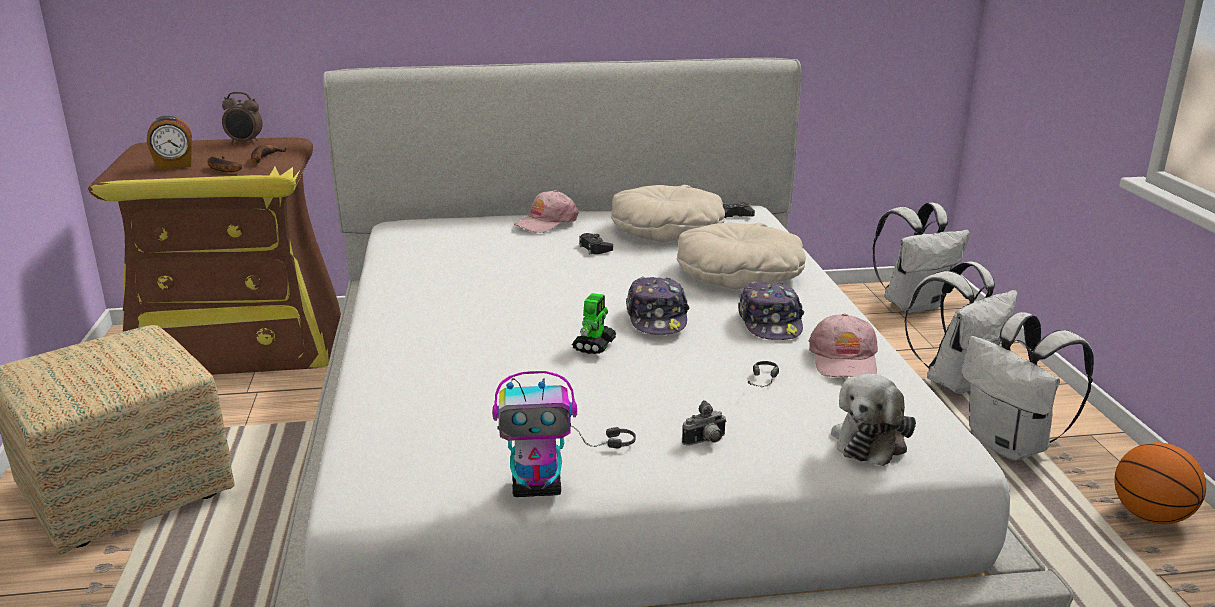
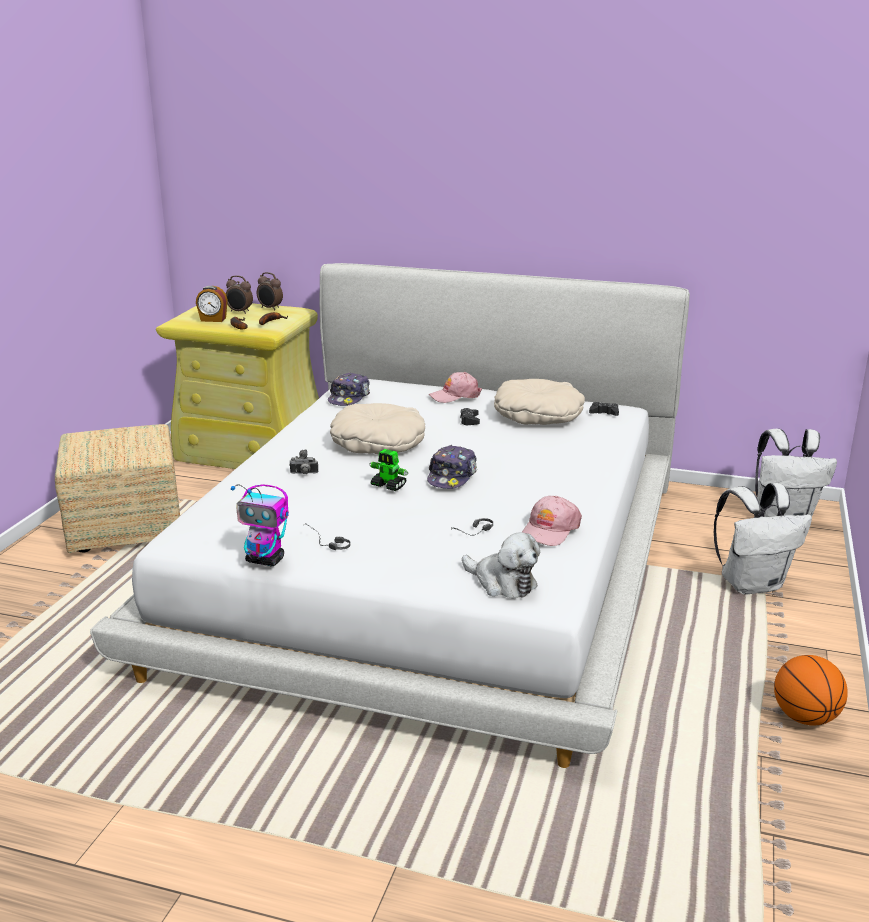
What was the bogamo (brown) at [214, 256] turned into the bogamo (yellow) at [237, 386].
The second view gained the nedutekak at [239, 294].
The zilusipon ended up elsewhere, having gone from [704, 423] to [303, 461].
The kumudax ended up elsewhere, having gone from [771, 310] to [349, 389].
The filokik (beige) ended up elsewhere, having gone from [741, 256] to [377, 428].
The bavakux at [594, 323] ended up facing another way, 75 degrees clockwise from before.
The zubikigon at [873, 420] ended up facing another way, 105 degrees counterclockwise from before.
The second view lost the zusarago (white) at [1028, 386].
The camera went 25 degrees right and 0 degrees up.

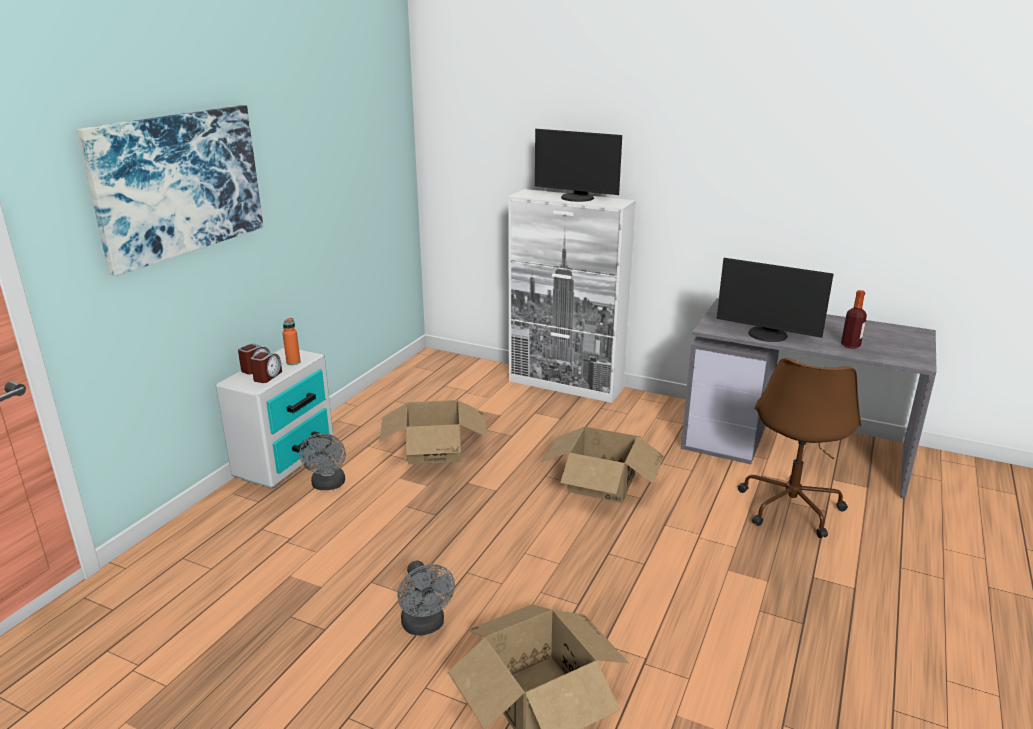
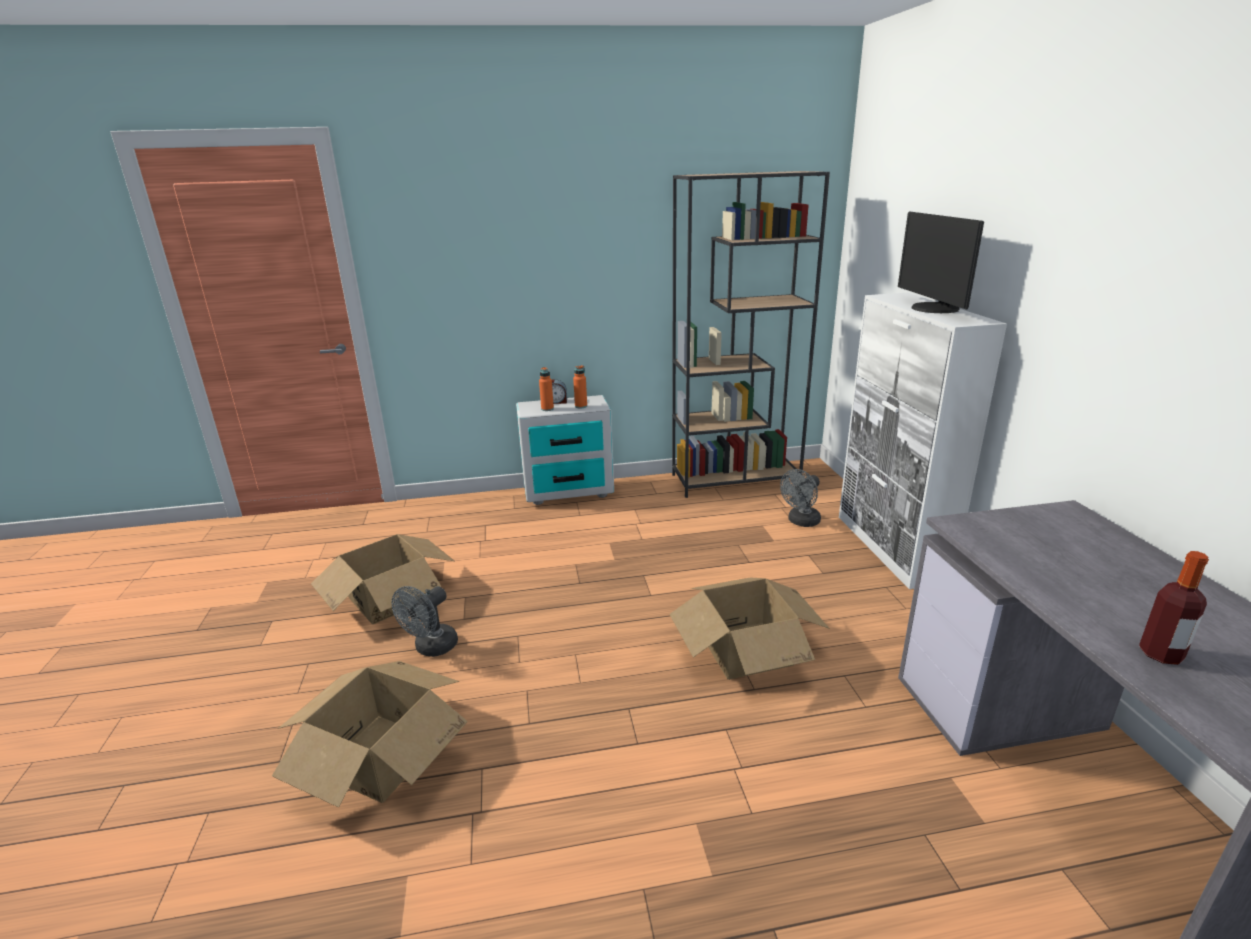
The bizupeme ended up elsewhere, having gone from [433, 432] to [382, 579].
Where the nedutekak stood at [266, 367], the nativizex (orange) came to stand at [546, 389].
The second view gained the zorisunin at [751, 334].
The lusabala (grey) ended up elsewhere, having gone from [322, 461] to [800, 498].
The second view lost the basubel at [170, 190].
The second view lost the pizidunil at [775, 300].
The second view lost the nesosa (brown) at [799, 448].
The camera went 55 degrees right and 0 degrees up.

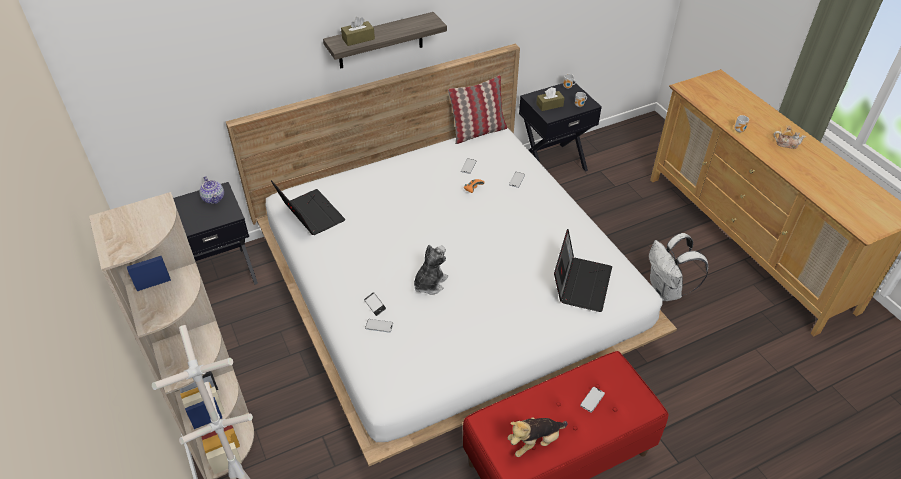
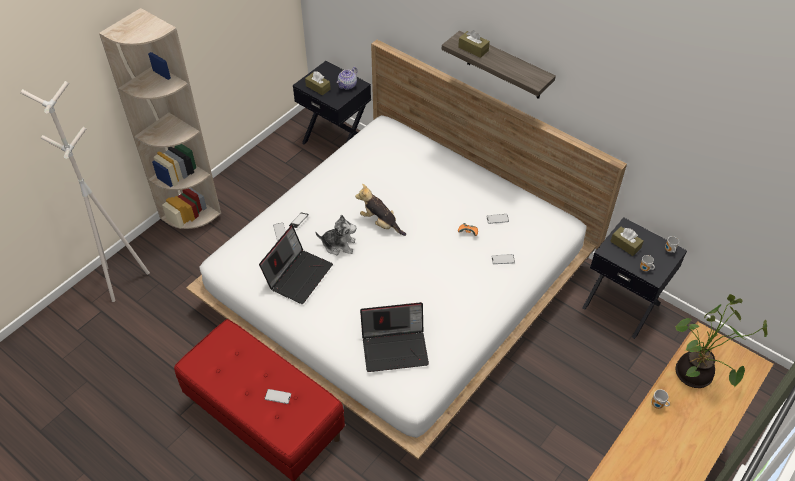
The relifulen ended up elsewhere, having gone from [308, 207] to [296, 264].
The second view gained the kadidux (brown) at [318, 83].
The zubikigon ended up elsewhere, having gone from [538, 437] to [380, 210].
The second view gained the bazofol at [721, 341].
The second view lost the filokik at [477, 109].
The second view lost the zusarago (white) at [678, 267].
The second view lost the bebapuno at [790, 137].
The camera went 65 degrees right and 5 degrees up.

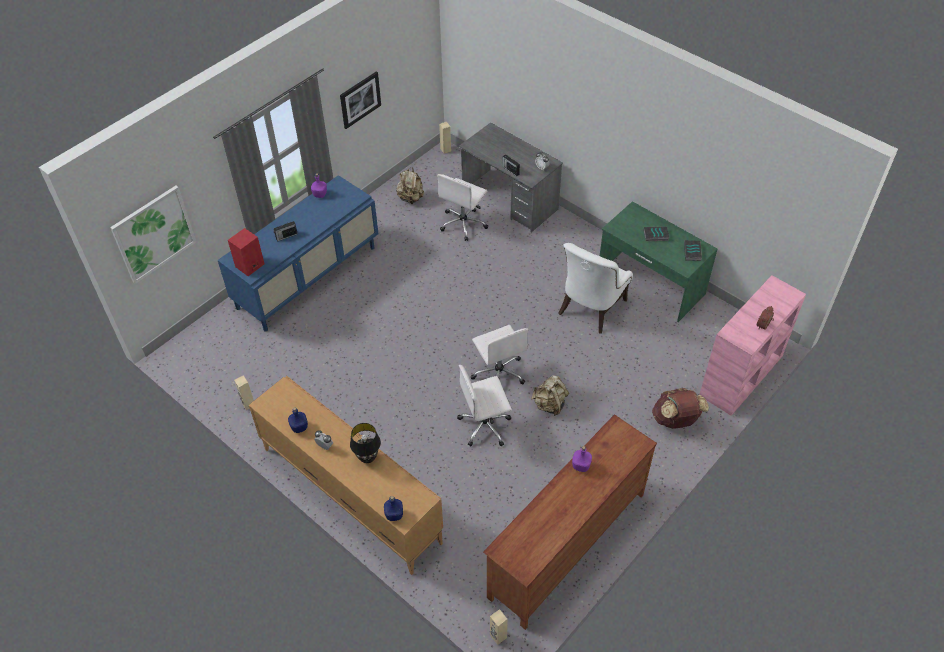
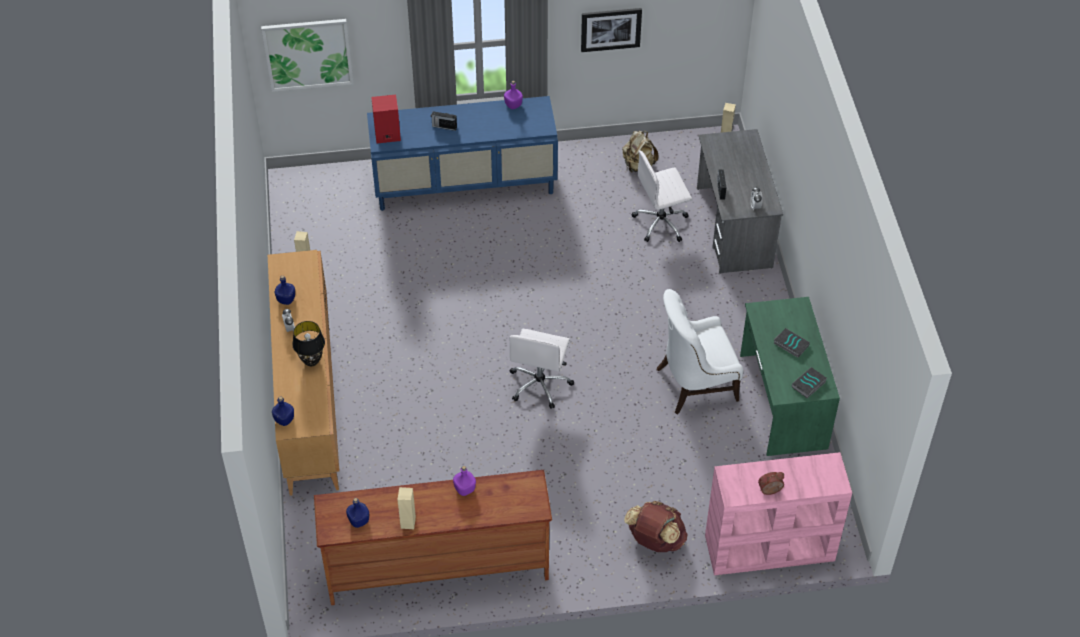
The second view gained the nativizex (blue) at [357, 513].
The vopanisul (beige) ended up elsewhere, having gone from [499, 627] to [406, 508].
The second view lost the nesosa (white) at [484, 405].
The second view lost the zusarago (beige) at [550, 395].
The camera went 40 degrees right and 0 degrees up.

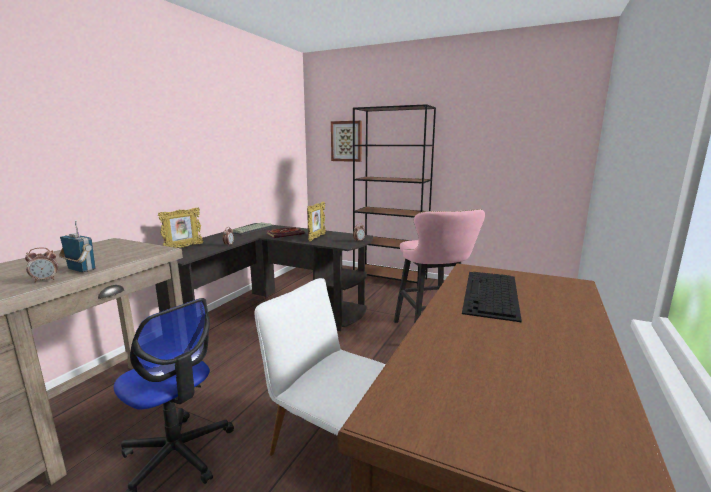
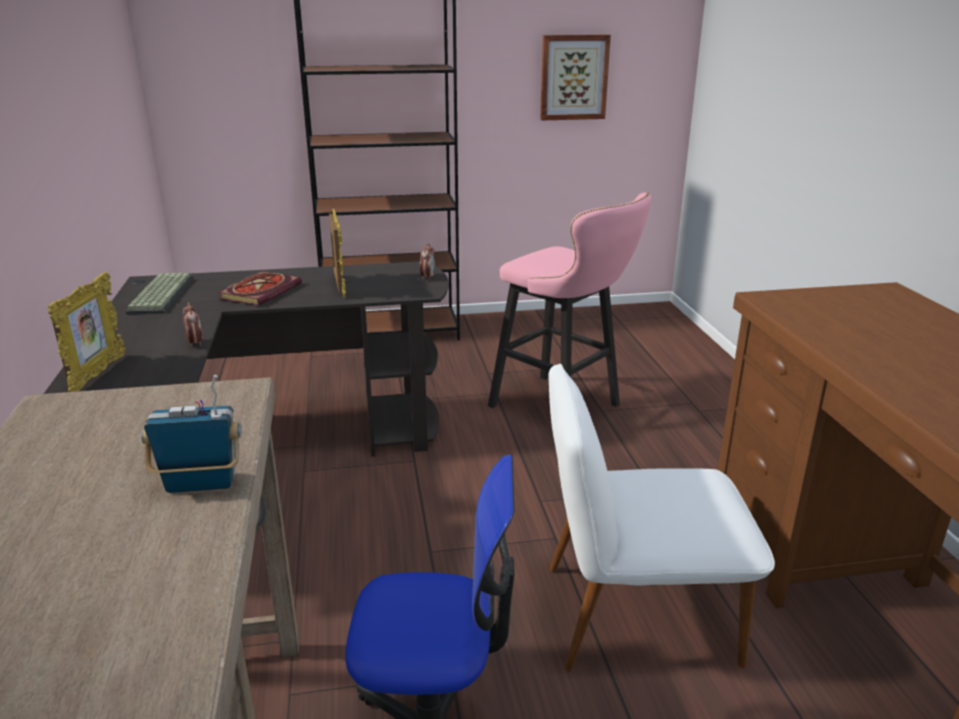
The basubel ended up elsewhere, having gone from [346, 141] to [575, 77].
The second view lost the nedutekak at [41, 265].
The second view lost the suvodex at [492, 297].
The camera went 35 degrees left and 10 degrees up.

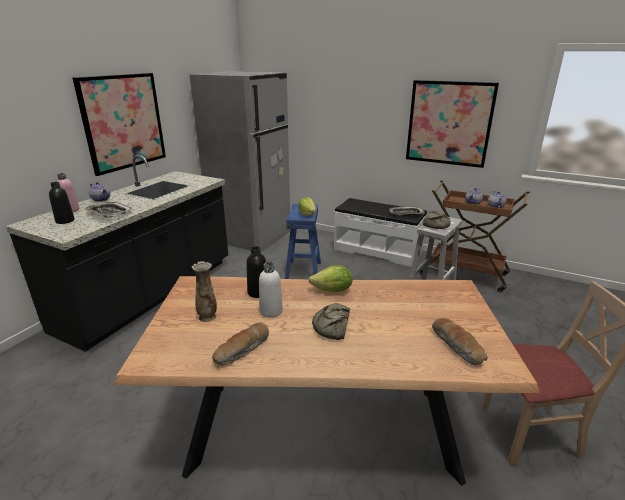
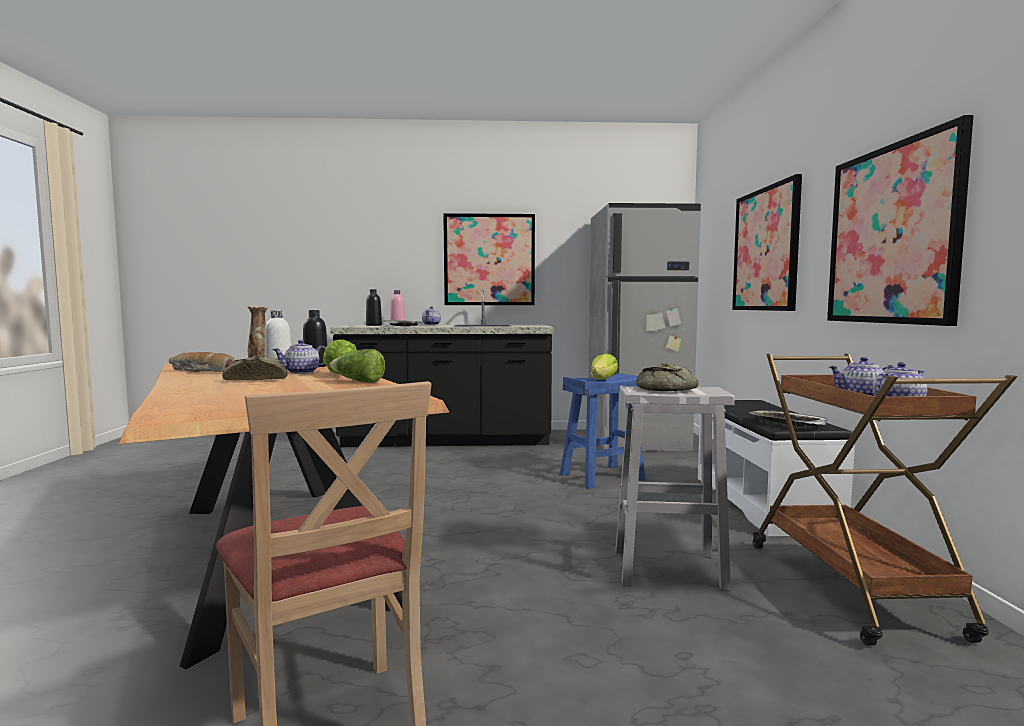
The second view gained the bebapuno at [299, 357].
The second view gained the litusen at [357, 366].
The second view gained the basubel at [767, 242].
The second view lost the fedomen at [460, 342].
The camera went 60 degrees right and 20 degrees down.

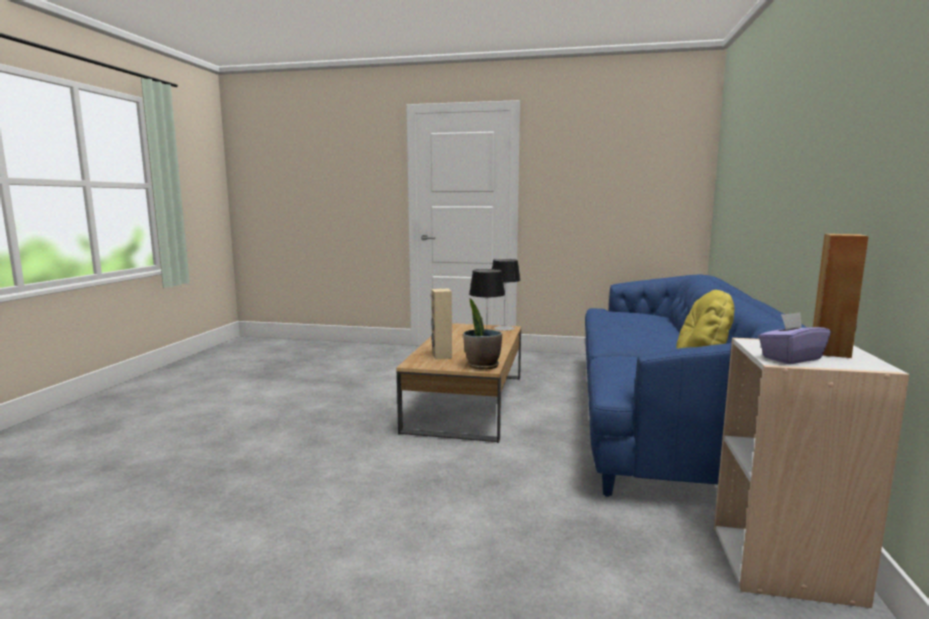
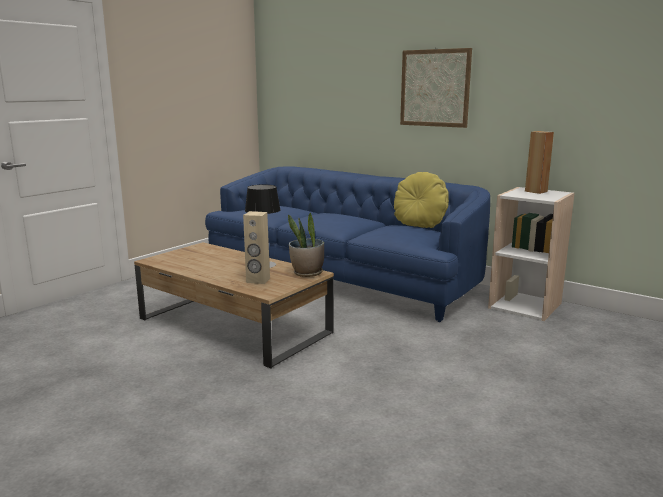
The second view gained the basubel at [436, 87].
The second view lost the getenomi at [506, 295].
The second view lost the kadidux (purple) at [794, 338].
The camera went 65 degrees left and 5 degrees up.

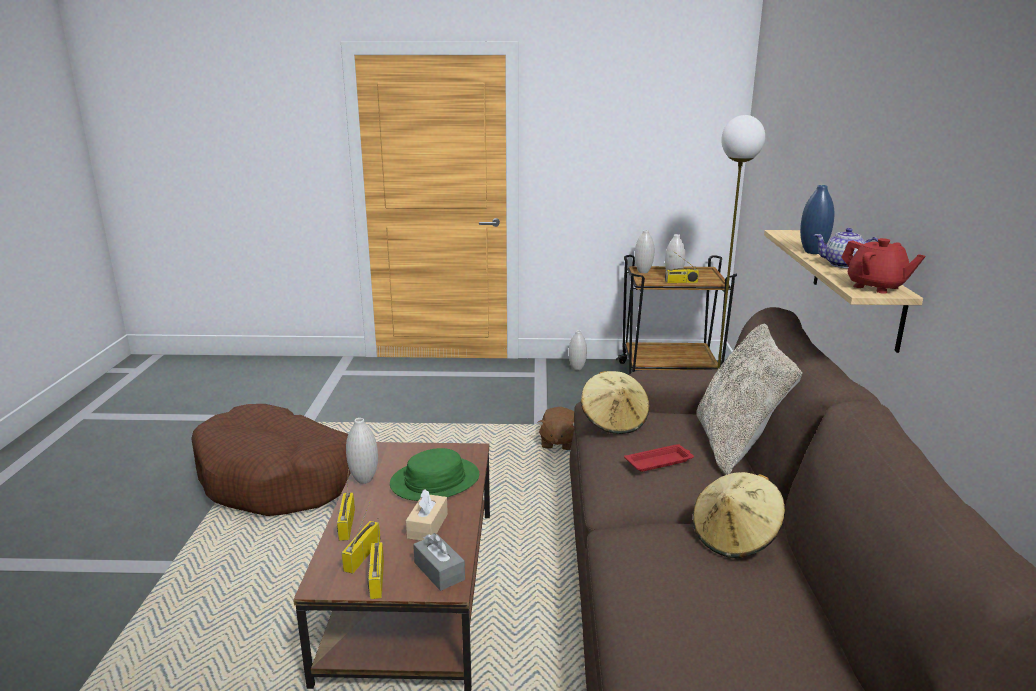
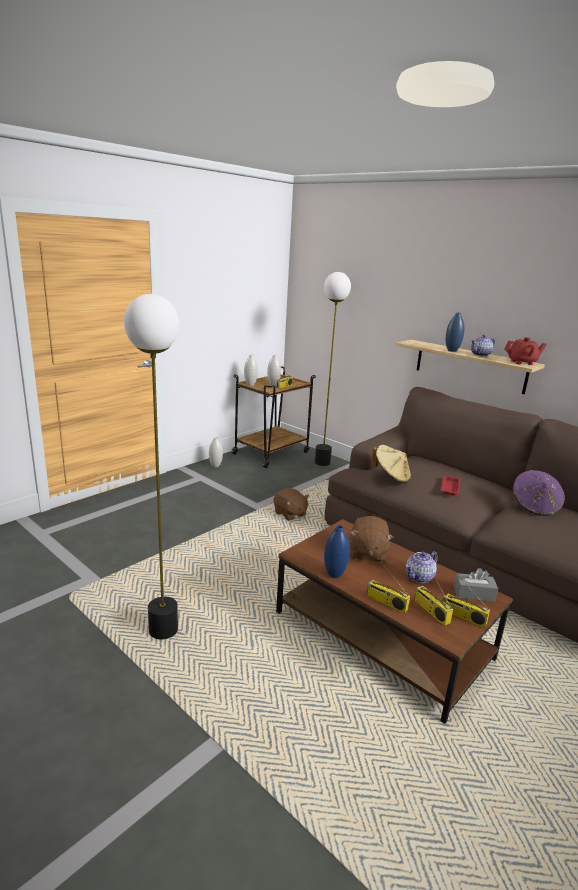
Where the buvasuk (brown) stood at [271, 460], the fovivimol came to stand at [151, 466].
What was the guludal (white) at [362, 451] turned into the guludal (blue) at [337, 551].
Where the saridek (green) stood at [434, 474], the zubikigon (brown) came to stand at [372, 539].
Where the kadidux (beige) stood at [427, 515], the bebapuno came to stand at [422, 567].
What was the saridek (beige) at [739, 515] turned into the saridek (purple) at [539, 493].
The second view lost the filokik (beige) at [749, 399].
The camera went 50 degrees left and 0 degrees up.

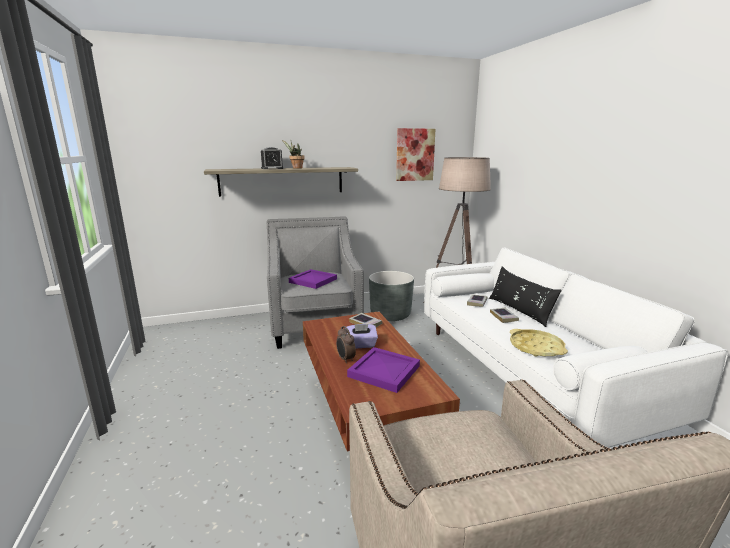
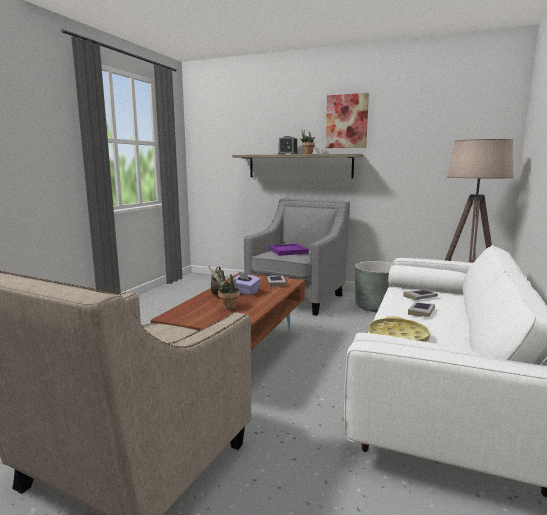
Where the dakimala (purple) stood at [383, 370], the bazofol came to stand at [224, 288].
The basubel ended up elsewhere, having gone from [415, 154] to [347, 120].
The second view lost the filokik (black) at [525, 296].
The camera went 40 degrees right and 5 degrees down.

